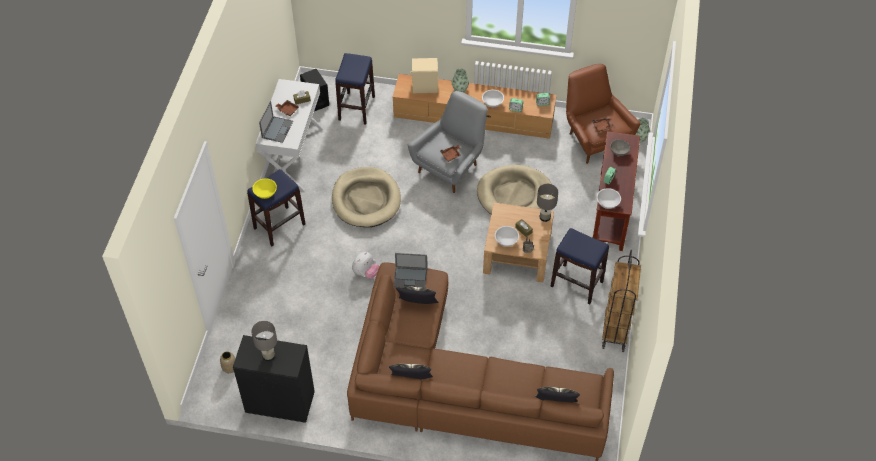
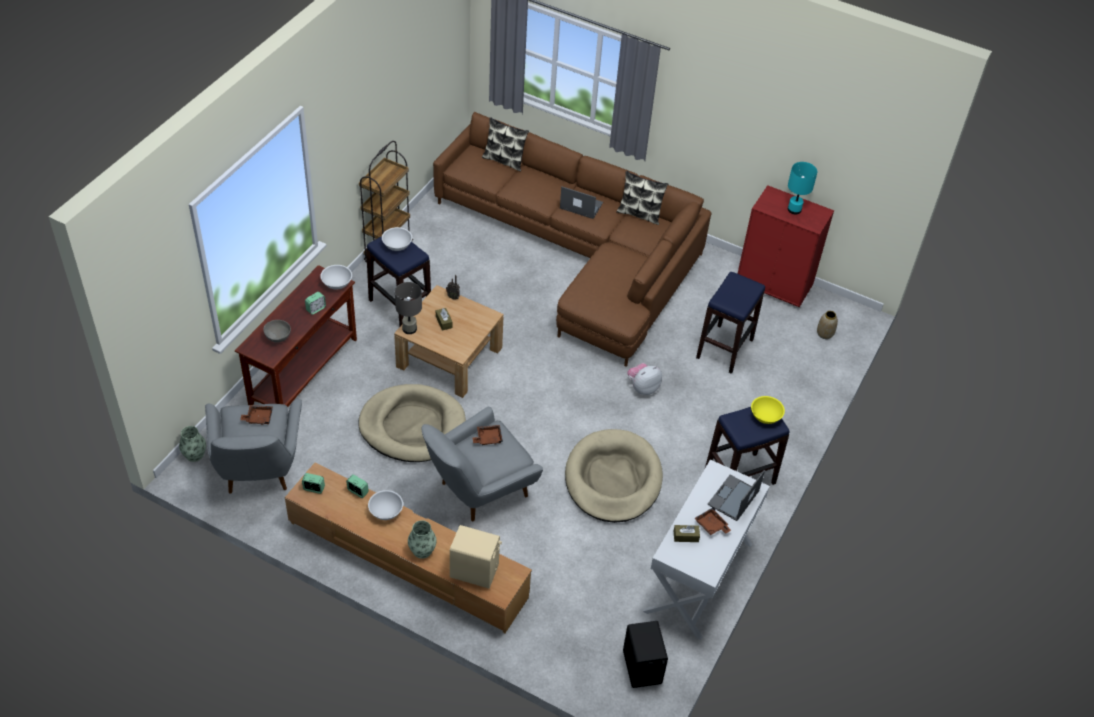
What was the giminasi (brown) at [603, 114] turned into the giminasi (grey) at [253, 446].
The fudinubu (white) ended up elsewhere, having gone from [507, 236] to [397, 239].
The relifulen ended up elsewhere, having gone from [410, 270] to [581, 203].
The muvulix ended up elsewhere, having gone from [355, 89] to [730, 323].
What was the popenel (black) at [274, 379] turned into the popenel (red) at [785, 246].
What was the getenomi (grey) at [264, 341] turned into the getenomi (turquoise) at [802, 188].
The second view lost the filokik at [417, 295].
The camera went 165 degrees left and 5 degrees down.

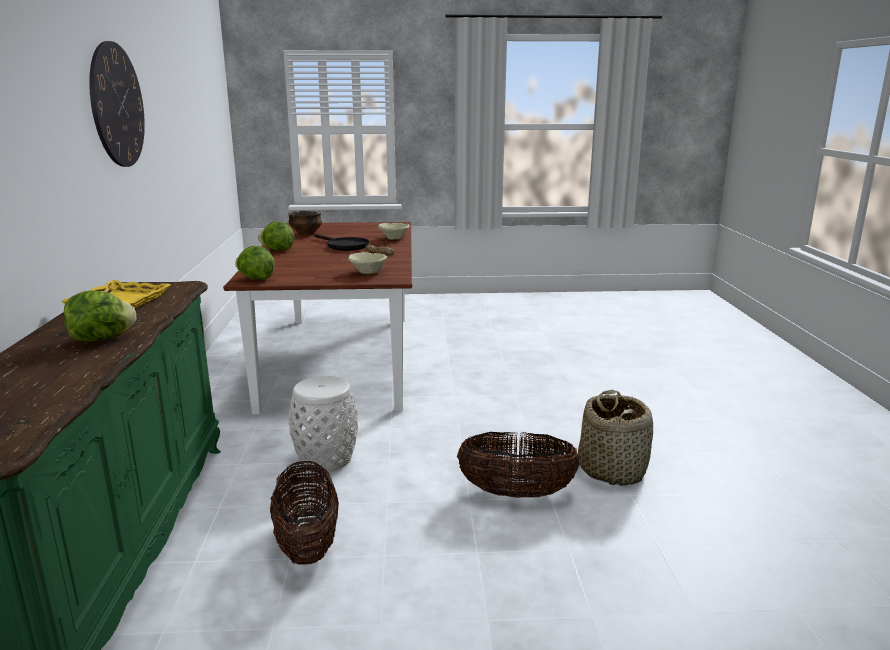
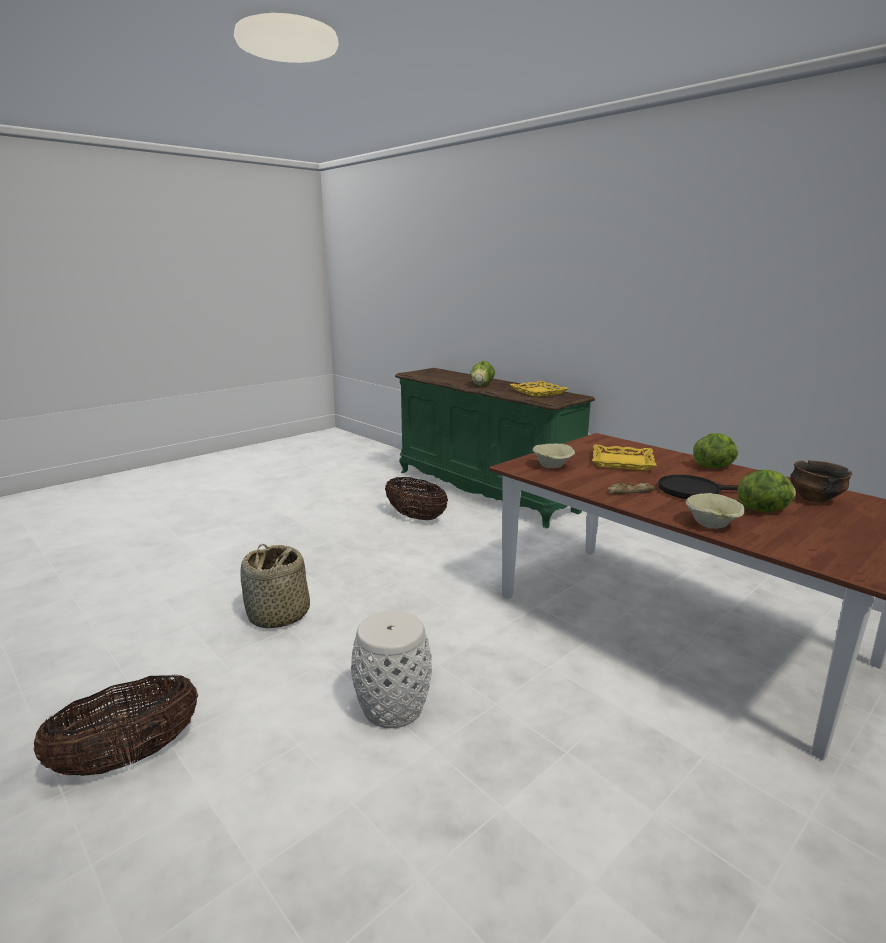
The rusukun ended up elsewhere, having gone from [518, 465] to [115, 725].
The muvulix (white) ended up elsewhere, having gone from [323, 424] to [391, 669].
The second view gained the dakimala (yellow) at [624, 458].
The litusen ended up elsewhere, having gone from [255, 263] to [766, 491].
The second view lost the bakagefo at [117, 104].
The camera went 140 degrees right and 0 degrees up.

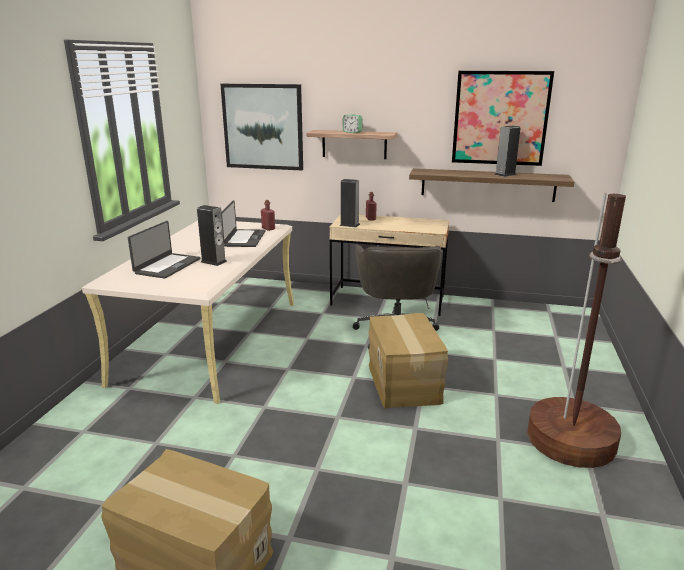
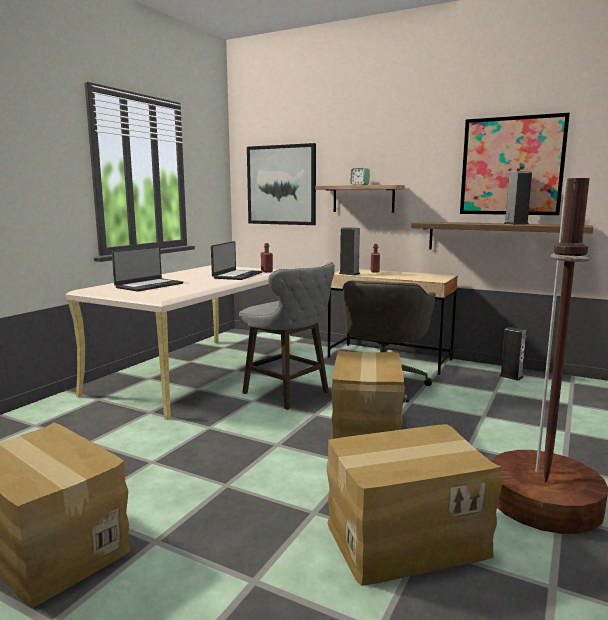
The second view gained the muvulix (grey) at [287, 336].
The second view gained the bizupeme at [415, 505].
The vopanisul ended up elsewhere, having gone from [212, 235] to [513, 354].
The camera went 15 degrees right and 10 degrees down.

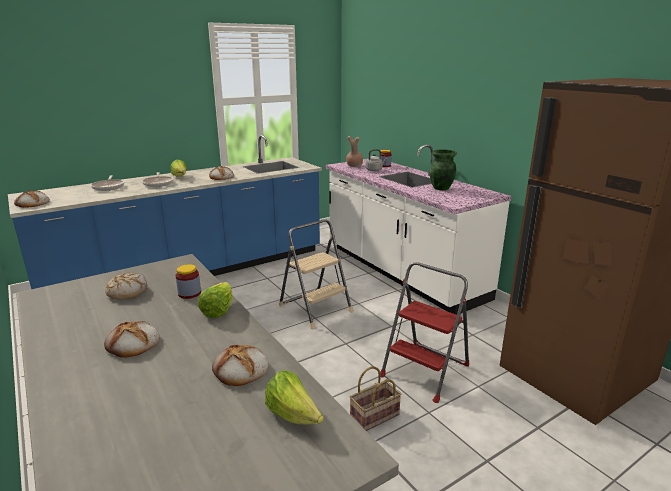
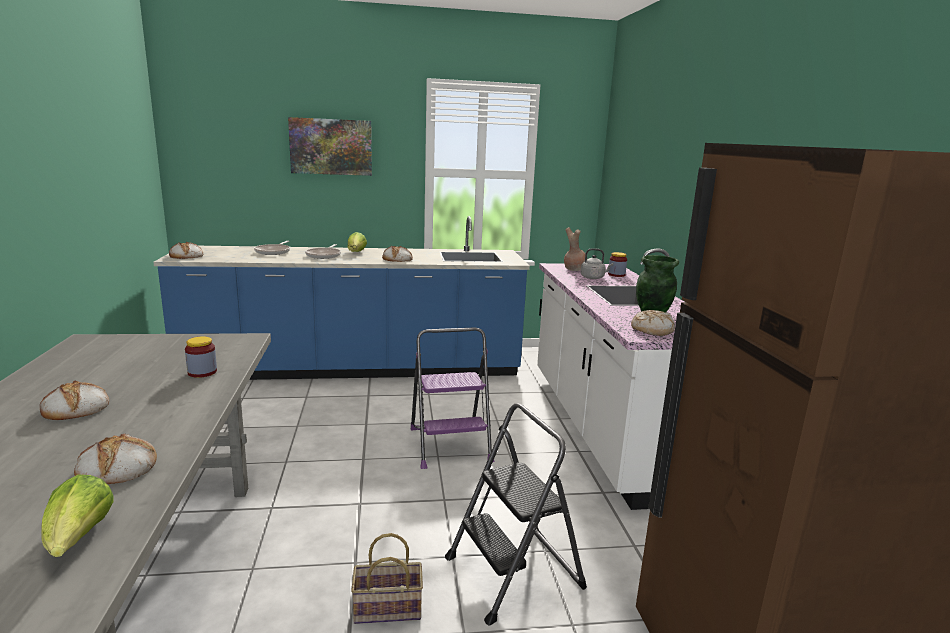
The second view gained the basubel at [330, 146].
What was the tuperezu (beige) at [316, 274] turned into the tuperezu (purple) at [452, 398].
What was the tuperezu (red) at [423, 332] turned into the tuperezu (black) at [516, 514].
The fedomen ended up elsewhere, having gone from [126, 286] to [653, 323].
The second view lost the litusen at [214, 300].
The camera went 25 degrees right and 5 degrees down.

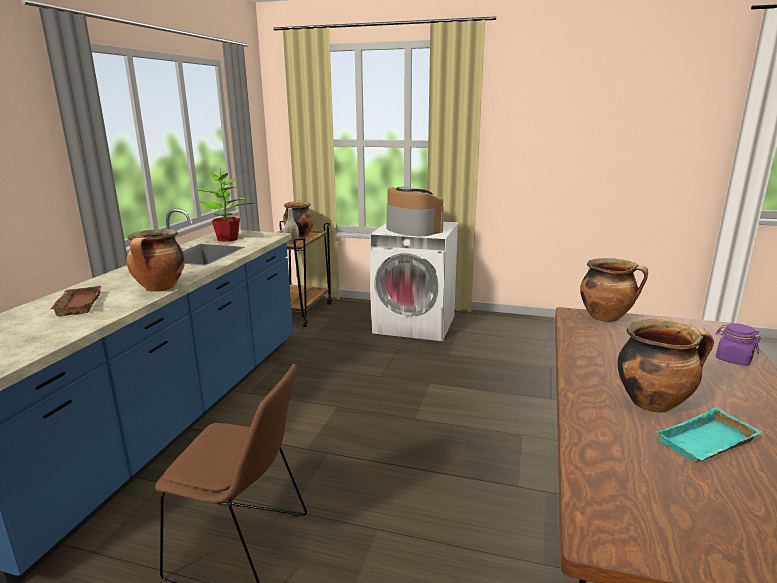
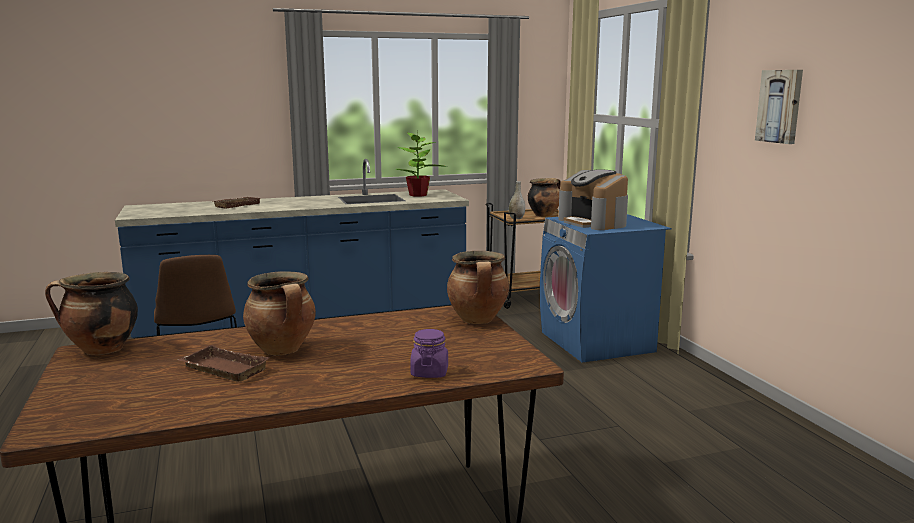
The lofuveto ended up elsewhere, having gone from [155, 260] to [91, 313].
What was the dakimala (turquoise) at [709, 435] turned into the dakimala (brown) at [224, 363].
What was the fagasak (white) at [414, 281] turned into the fagasak (blue) at [606, 288].
The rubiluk at [415, 211] ended up facing another way, 135 degrees clockwise from before.
The second view gained the basubel at [779, 107].
The camera went 55 degrees right and 5 degrees down.

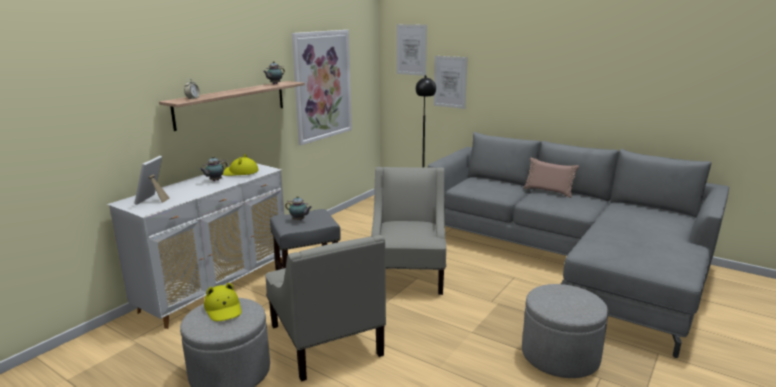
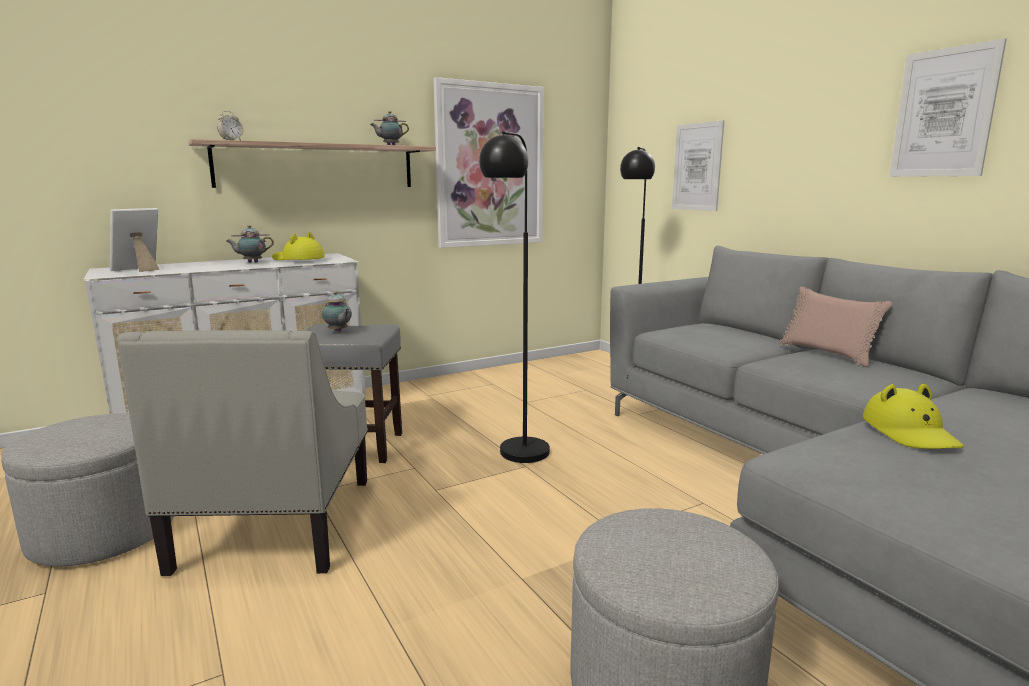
Where the giminasi (grey) stood at [408, 231], the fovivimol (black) came to stand at [514, 297].
The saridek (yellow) ended up elsewhere, having gone from [222, 302] to [913, 416].
The basubel ended up elsewhere, having gone from [411, 50] to [948, 107].
The camera went 25 degrees right and 5 degrees down.

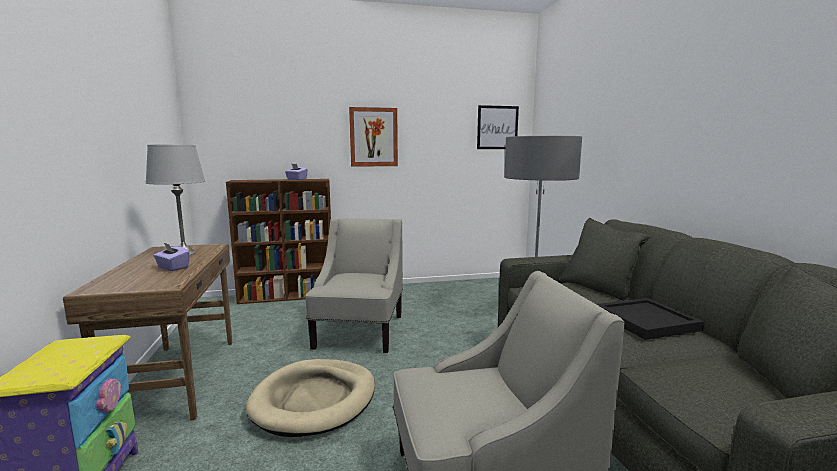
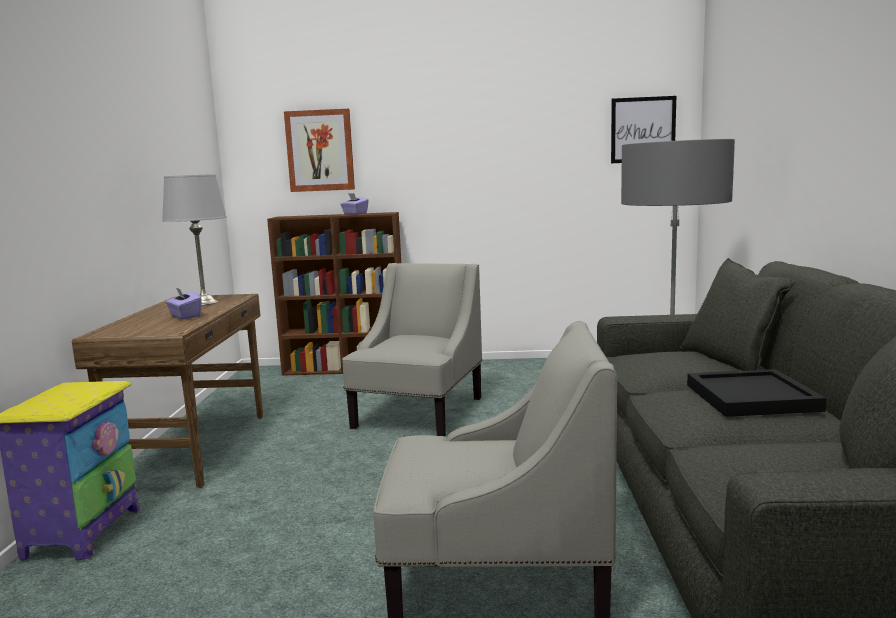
The basubel ended up elsewhere, having gone from [373, 137] to [319, 150].
The second view lost the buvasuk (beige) at [310, 398].
The camera went 15 degrees right and 0 degrees up.

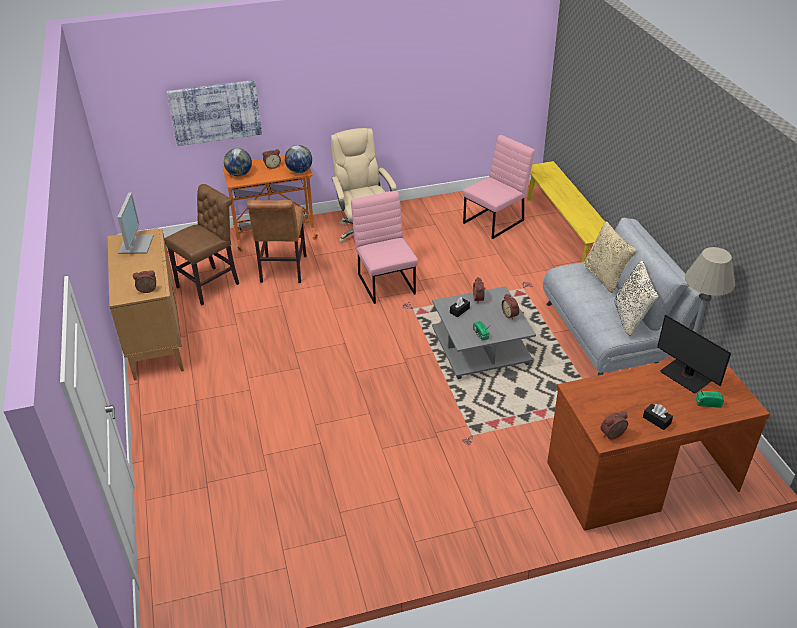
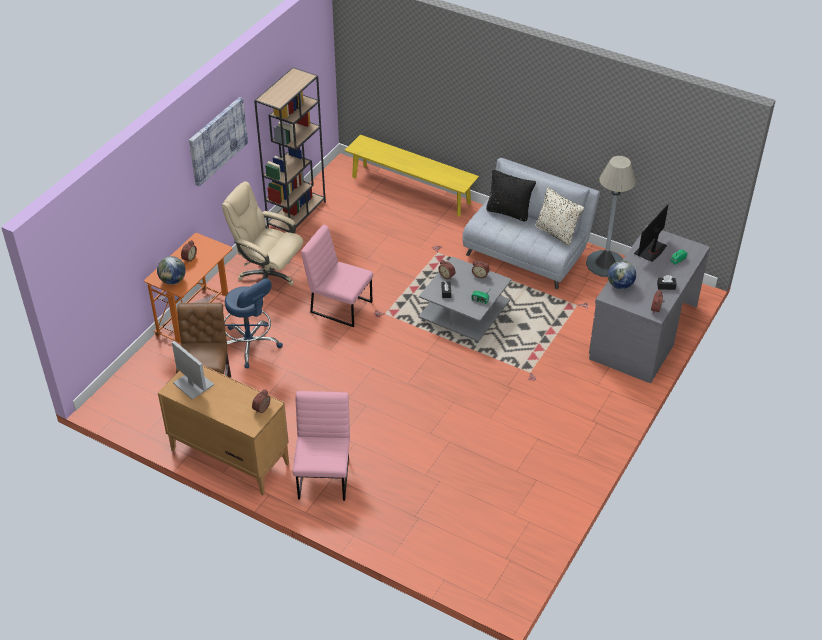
The basubel ended up elsewhere, having gone from [214, 113] to [218, 142].
Where the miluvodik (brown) stood at [276, 241], the muvulix (blue) came to stand at [253, 323].
The second view gained the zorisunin at [290, 150].
The miluvodik (pink) ended up elsewhere, having gone from [499, 187] to [321, 446].
What was the filokik (beige) at [610, 257] turned into the filokik (black) at [511, 196].
What was the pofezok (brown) at [658, 445] turned into the pofezok (grey) at [649, 304].
The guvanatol ended up elsewhere, having gone from [298, 159] to [622, 275].
The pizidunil at [694, 354] ended up facing another way, 120 degrees clockwise from before.
The camera went 45 degrees left and 5 degrees up.

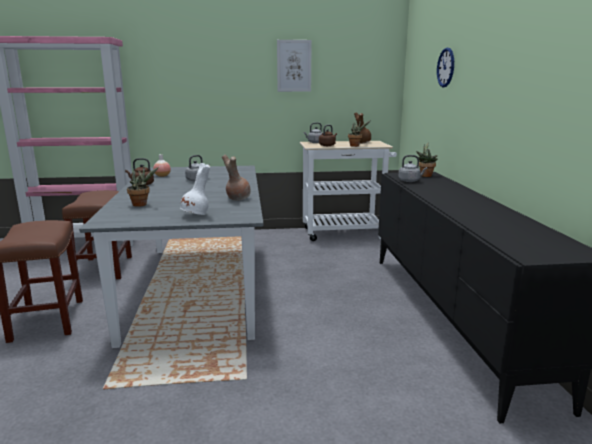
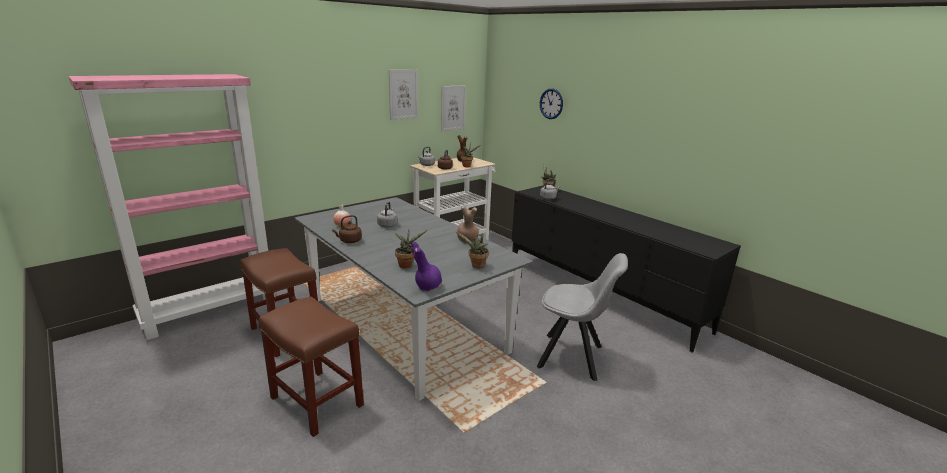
The second view gained the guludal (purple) at [426, 266].
The second view gained the basubel at [453, 108].
Where the guludal (white) stood at [195, 189], the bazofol came to stand at [472, 250].
The second view gained the miluvodik (grey) at [582, 317].
The camera went 35 degrees left and 5 degrees up.

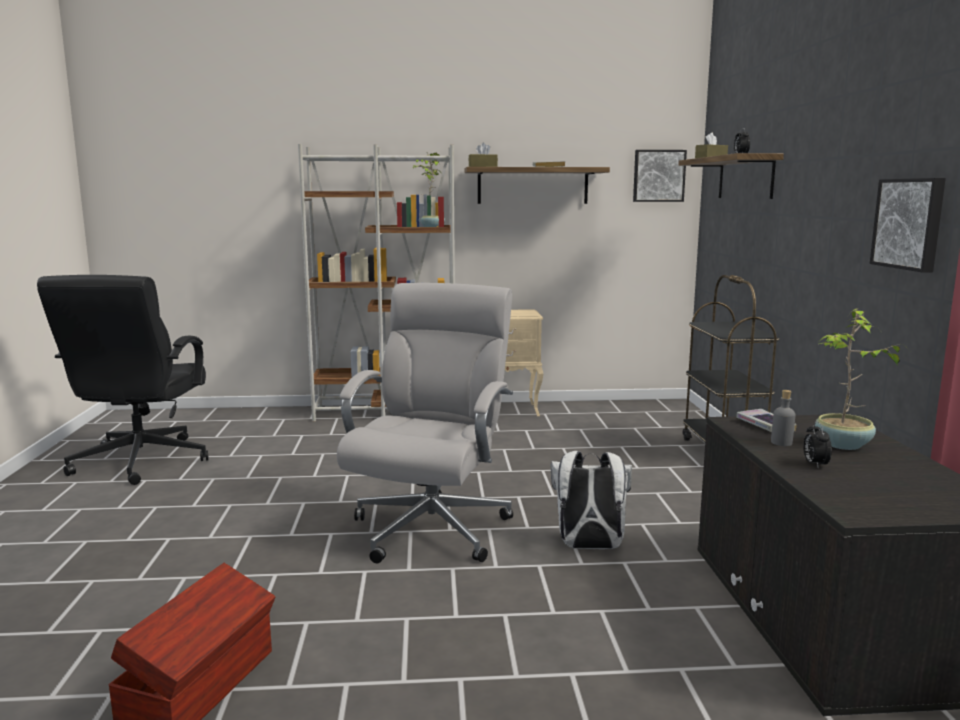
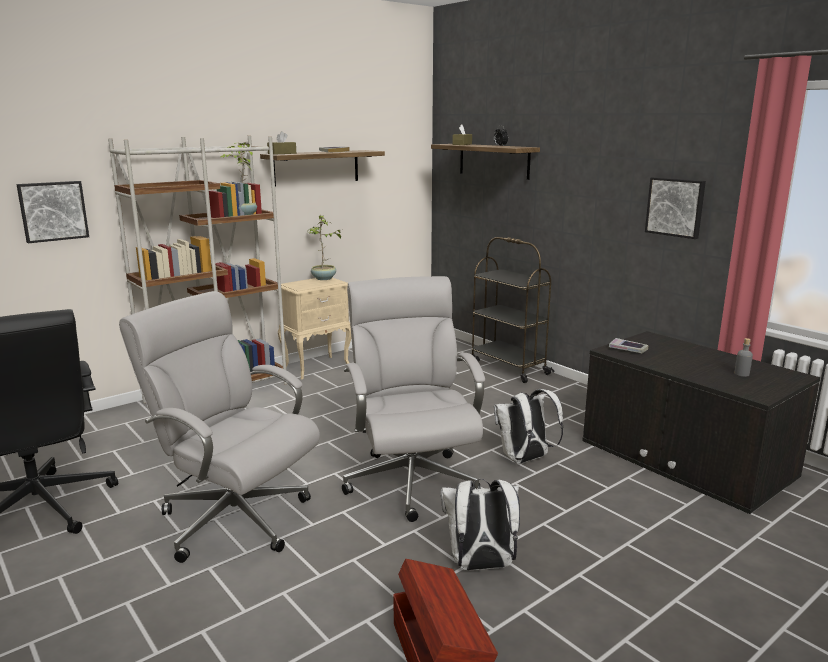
The basubel ended up elsewhere, having gone from [660, 176] to [52, 212].
The second view gained the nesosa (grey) at [219, 427].
The bazofol ended up elsewhere, having gone from [862, 379] to [324, 247].
The second view gained the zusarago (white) at [480, 525].
The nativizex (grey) ended up elsewhere, having gone from [783, 418] to [743, 357].
The second view lost the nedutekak at [817, 445].
The camera went 35 degrees left and 5 degrees up.

